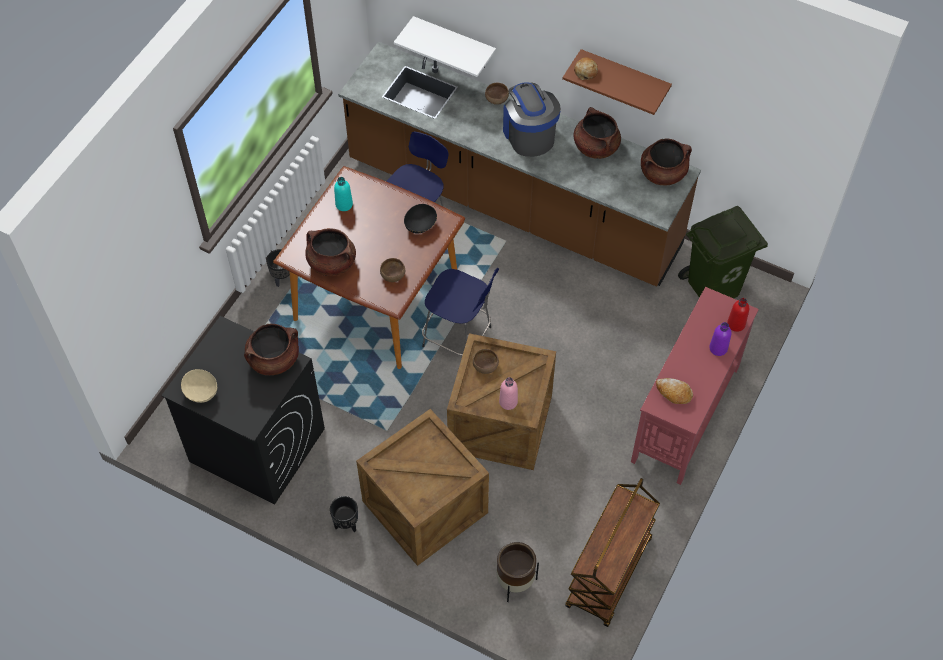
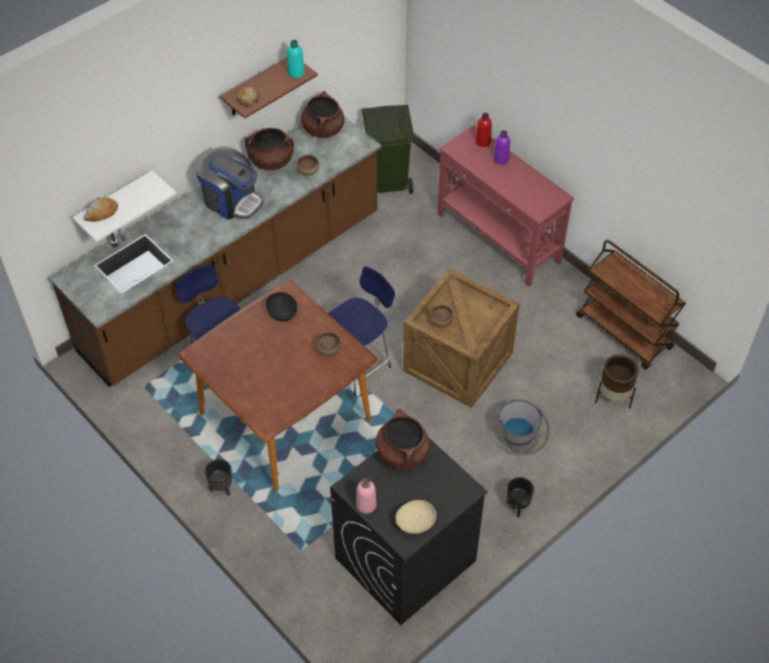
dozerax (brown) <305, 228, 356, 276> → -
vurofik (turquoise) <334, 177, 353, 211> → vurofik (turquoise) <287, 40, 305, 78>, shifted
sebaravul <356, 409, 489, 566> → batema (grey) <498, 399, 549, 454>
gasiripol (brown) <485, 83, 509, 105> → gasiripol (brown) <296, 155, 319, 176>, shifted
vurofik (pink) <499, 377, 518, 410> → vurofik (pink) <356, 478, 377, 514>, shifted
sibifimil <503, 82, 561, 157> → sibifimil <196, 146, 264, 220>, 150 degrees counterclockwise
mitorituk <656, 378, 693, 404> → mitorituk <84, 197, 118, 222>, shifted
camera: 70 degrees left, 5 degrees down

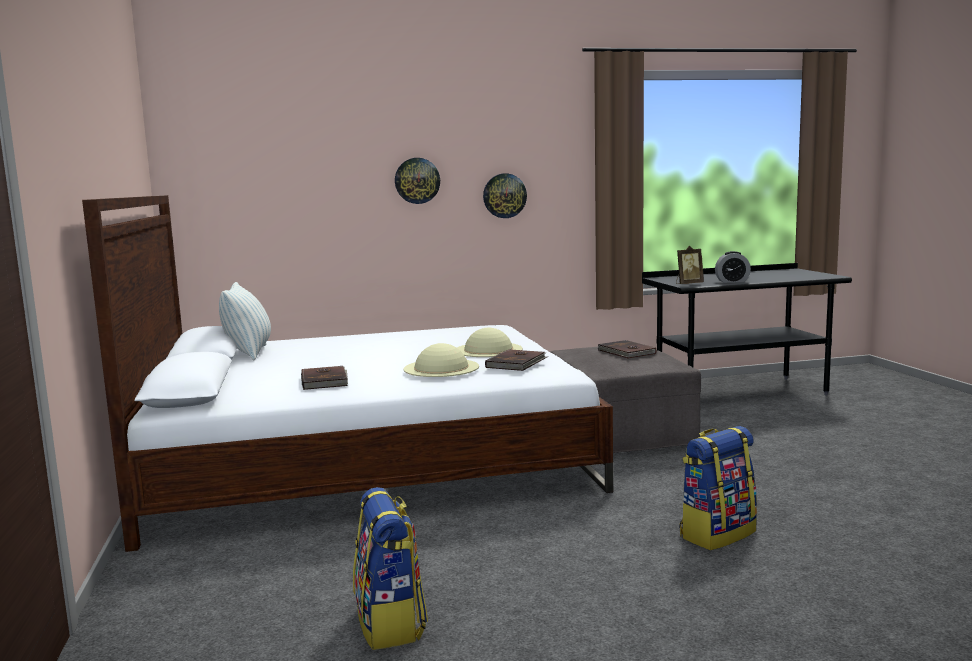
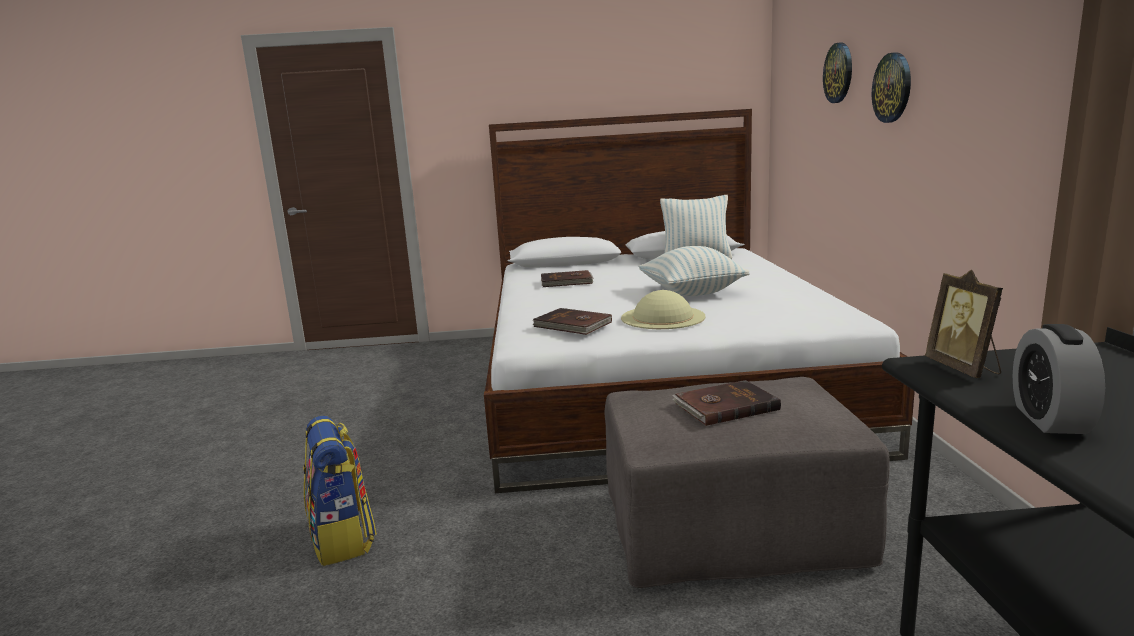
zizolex <353, 487, 428, 650> → -
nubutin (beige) <404, 343, 479, 377> → -
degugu <483, 173, 527, 218> → degugu <823, 42, 852, 103>, shifted
- → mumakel <639, 246, 750, 296>
camera: 100 degrees right, 5 degrees up

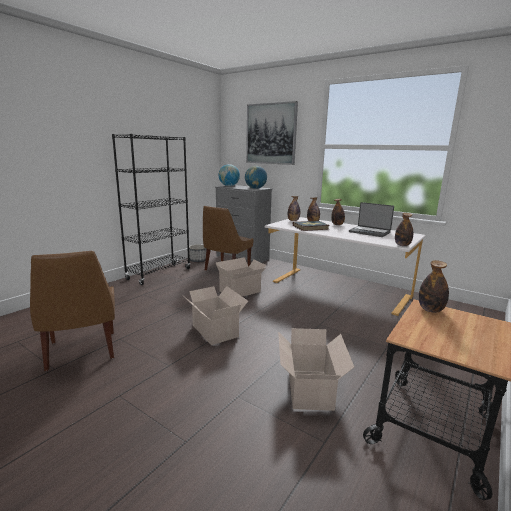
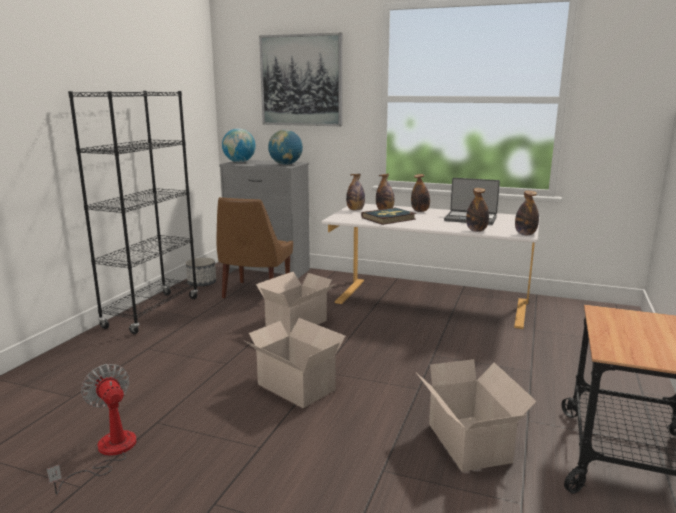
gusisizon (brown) <30, 251, 115, 371> → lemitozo <47, 364, 137, 494>
vurofik <419, 260, 449, 313> → vurofik <466, 188, 489, 232>, shifted
camera: 15 degrees left, 0 degrees up

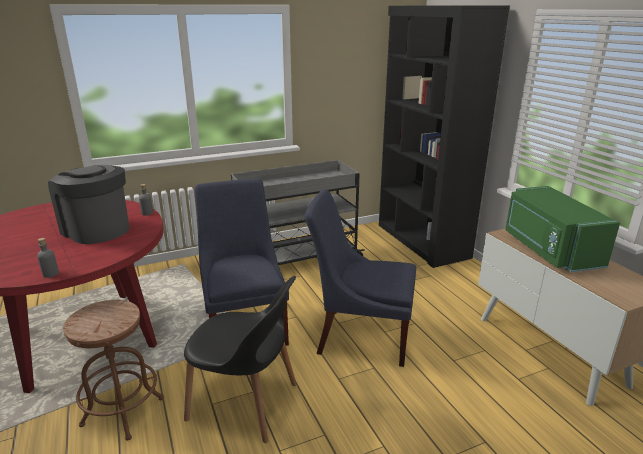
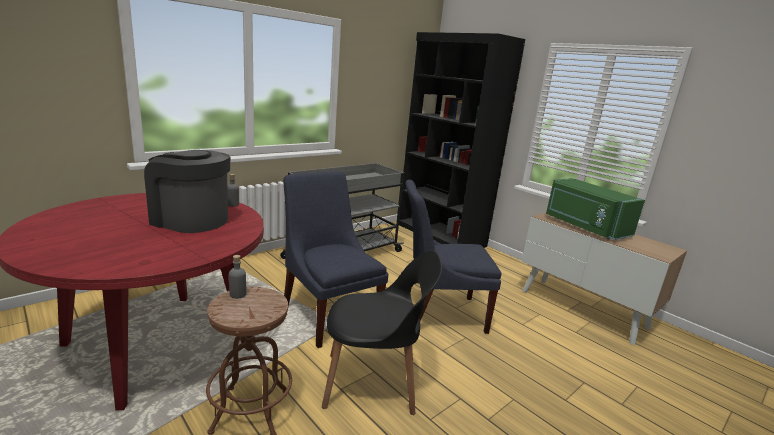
vurofik (grey) <37, 238, 59, 278> → vurofik (grey) <229, 255, 246, 299>, shifted
camera: 20 degrees left, 5 degrees down

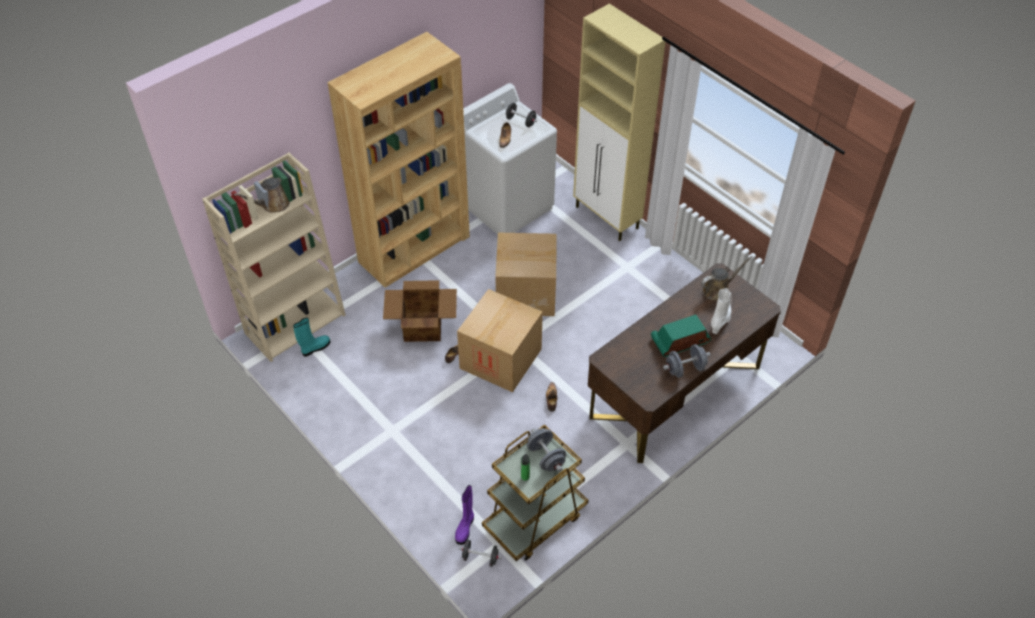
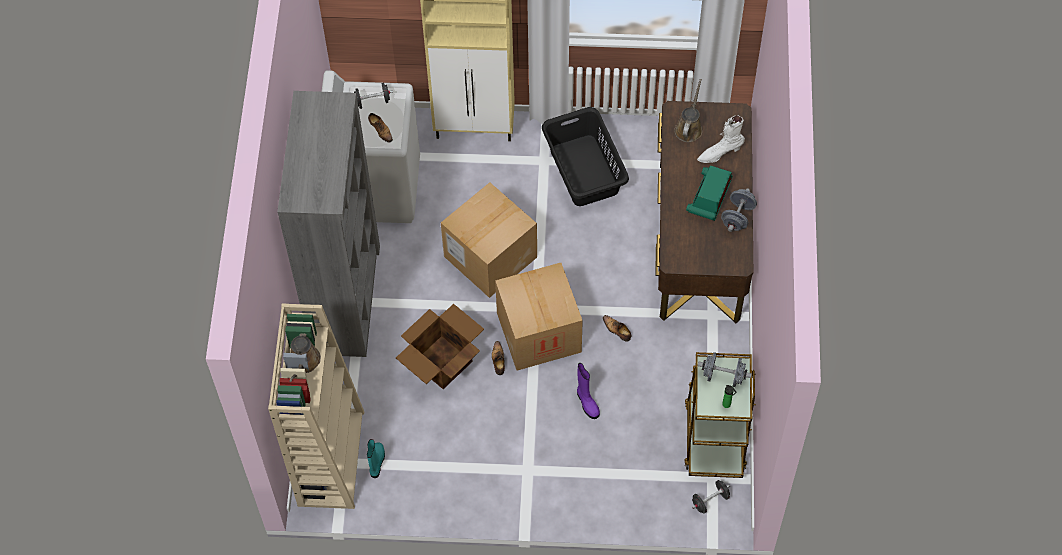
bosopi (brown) <327, 32, 470, 288> → bosopi (grey) <277, 91, 380, 357>
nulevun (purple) <455, 485, 474, 545> → nulevun (purple) <577, 363, 600, 419>, shifted
nulevun (white) <711, 288, 732, 334> → nulevun (white) <697, 115, 745, 163>, 90 degrees counterclockwise
- → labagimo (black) <542, 107, 629, 206>
camera: 45 degrees left, 10 degrees up

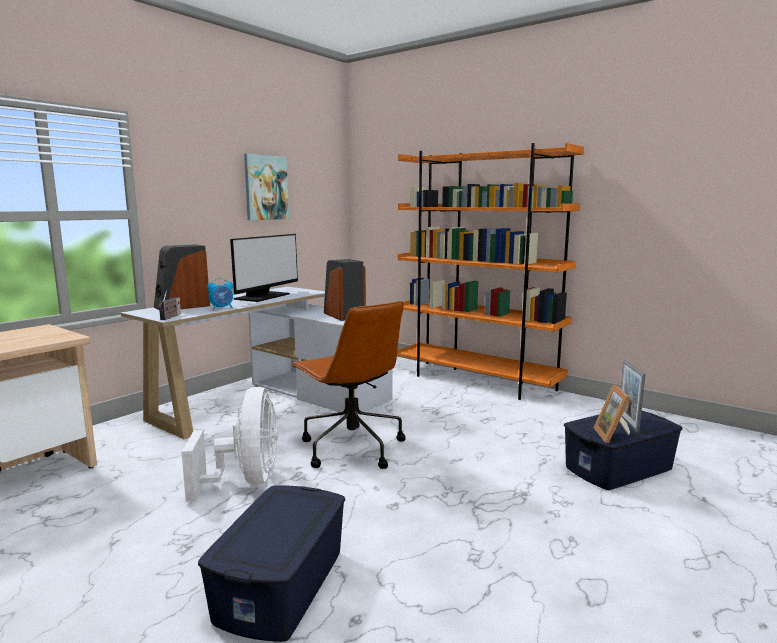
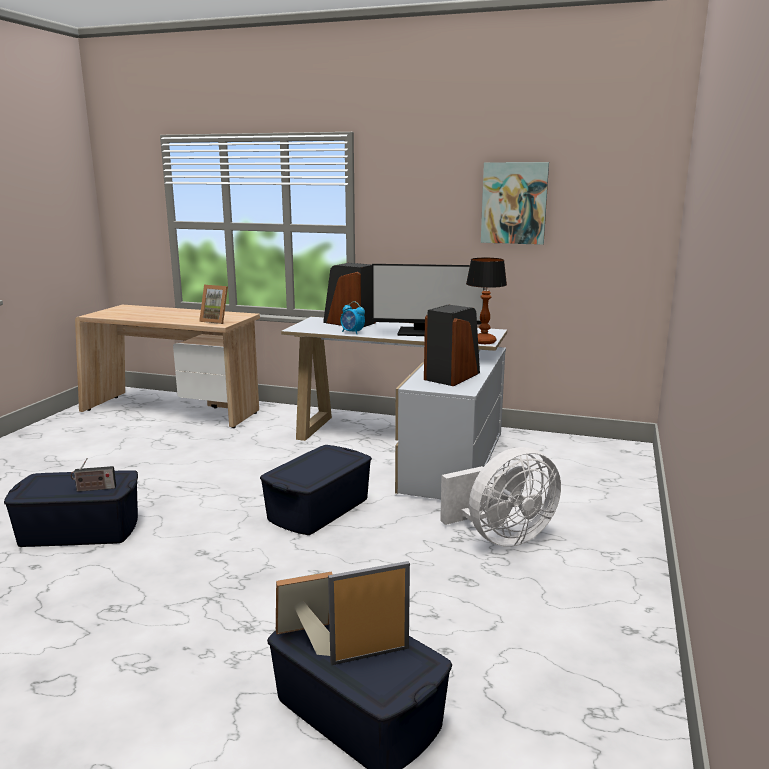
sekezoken <159, 290, 181, 320> → sekezoken <70, 458, 116, 492>, shifted
lemitozo (white) <181, 387, 278, 501> → lemitozo (white) <440, 447, 561, 547>, shifted
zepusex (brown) <291, 301, 406, 469> → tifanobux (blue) <260, 445, 372, 535>
bosopi (orange) <397, 143, 584, 400> → -
- → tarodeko <199, 285, 228, 324>
- → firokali <466, 258, 507, 344>
camera: 70 degrees right, 5 degrees up

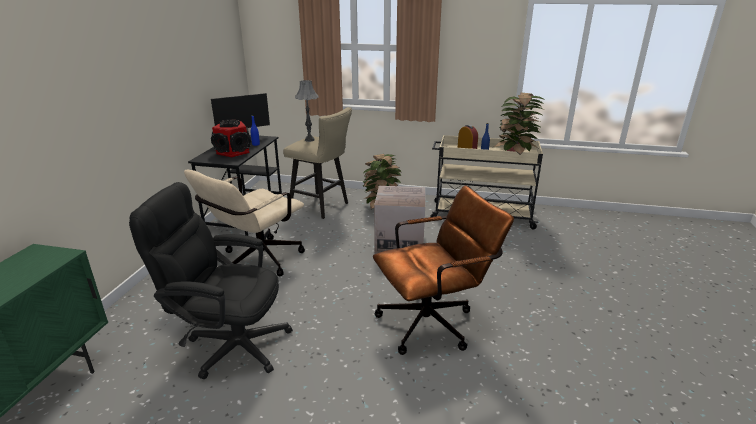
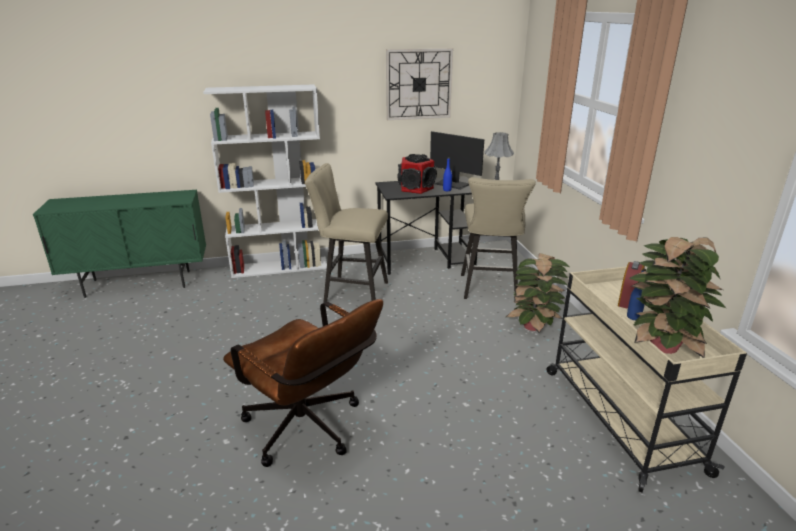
zepusex (black) <129, 182, 293, 379> → -
zepusex (beige) <184, 170, 305, 276> → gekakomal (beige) <305, 163, 388, 303>
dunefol <374, 186, 425, 254> → -
- → bosopi (white) <203, 84, 327, 278>
- → degugu <386, 48, 453, 120>
camera: 65 degrees right, 0 degrees up

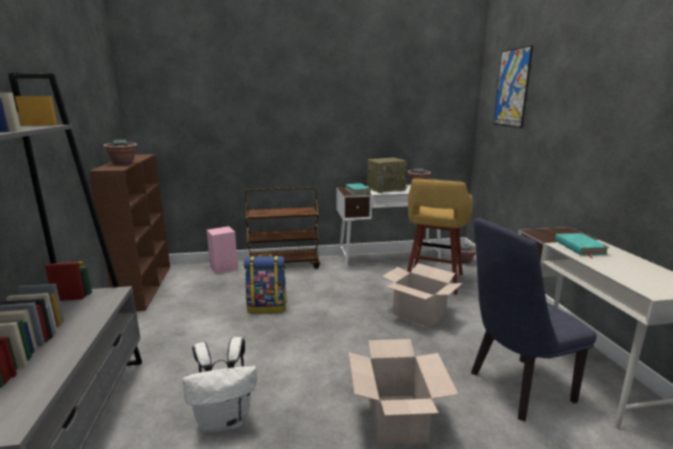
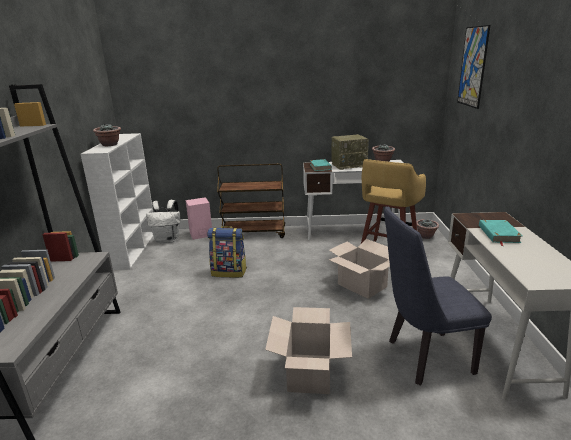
bosopi (brown) <89, 154, 170, 311> → bosopi (white) <81, 133, 153, 270>
zizolex (white) <183, 337, 257, 433> → zizolex (white) <146, 200, 180, 243>, shifted
camera: 10 degrees right, 5 degrees up

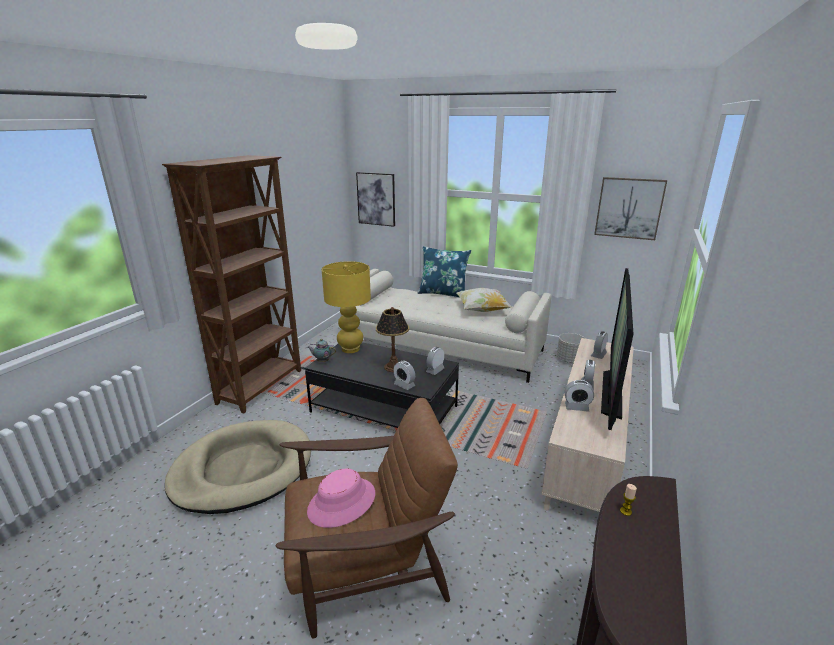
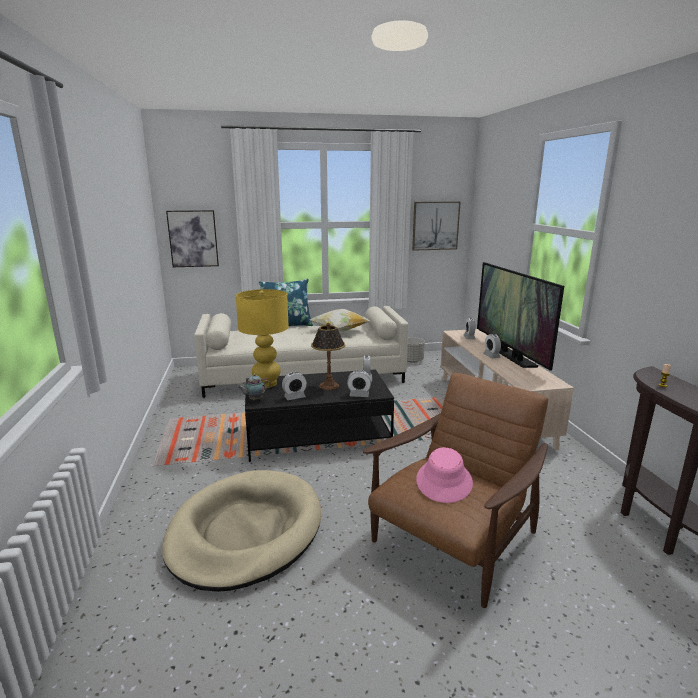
bosopi (brown) <162, 155, 301, 414> → -
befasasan <565, 380, 594, 412> → befasasan <282, 372, 307, 400>, shifted
camera: 35 degrees left, 5 degrees down

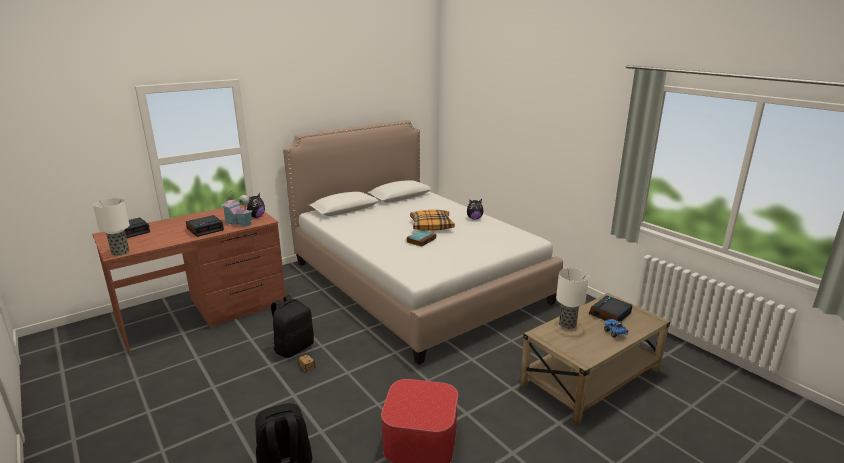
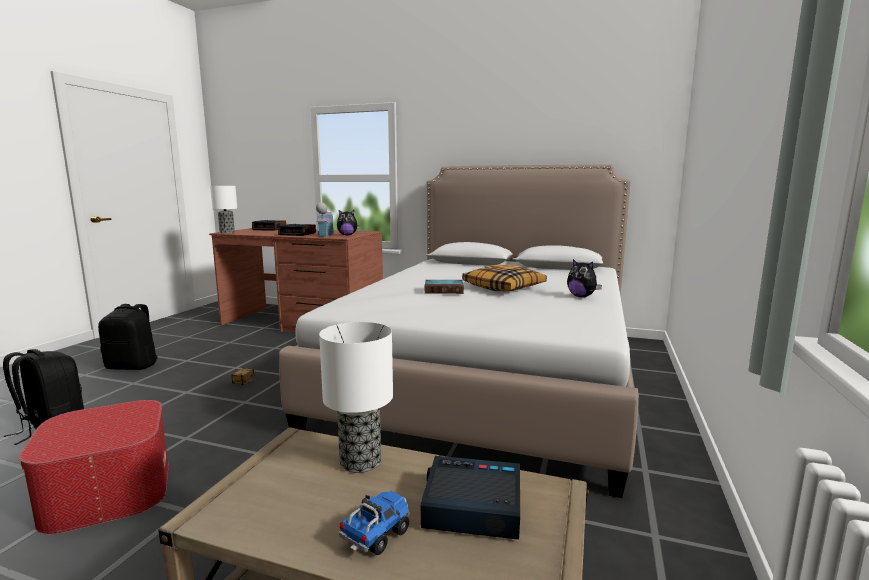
zizolex (black) <271, 295, 314, 358> → zizolex (black) <98, 304, 157, 370>, shifted
camera: 55 degrees right, 10 degrees down

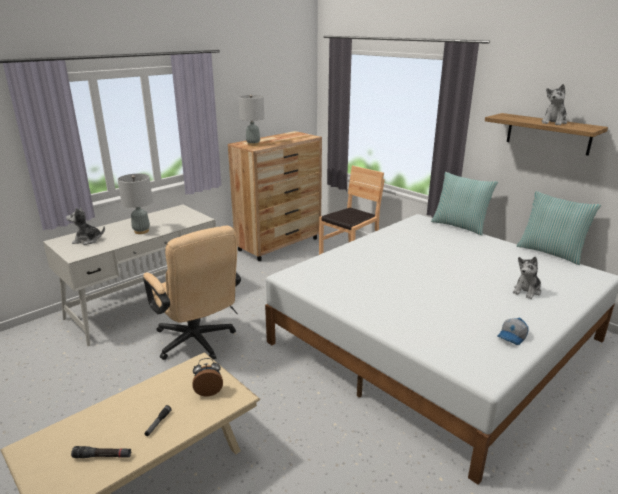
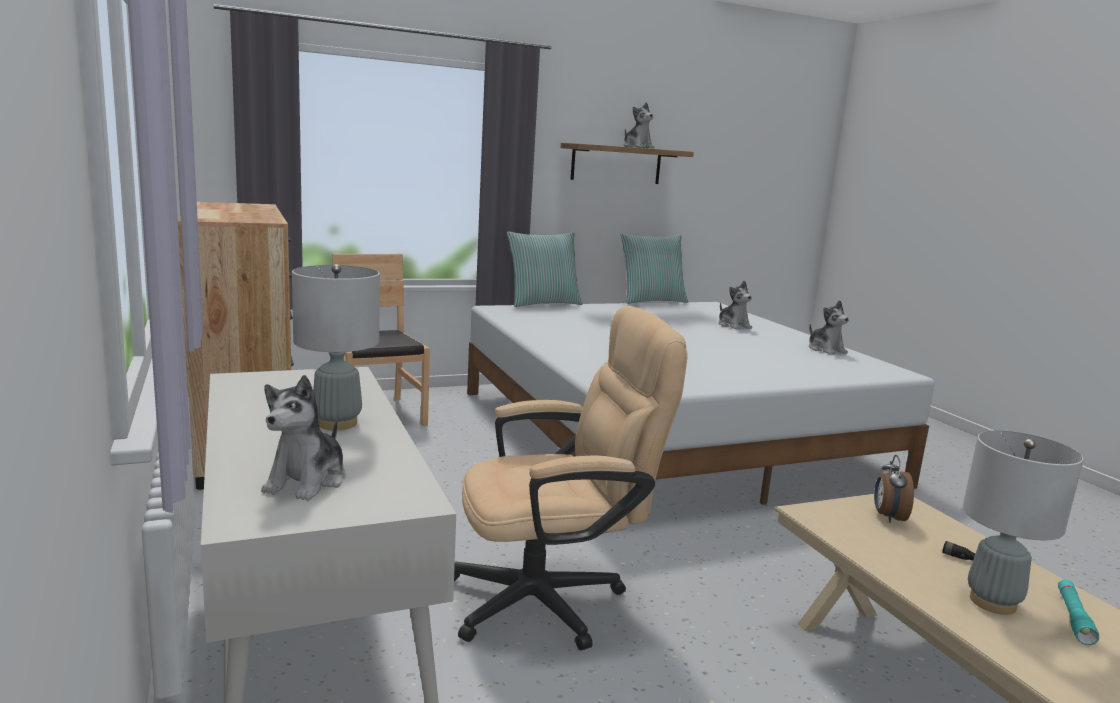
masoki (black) <71, 446, 132, 458> → masoki (turquoise) <1058, 579, 1099, 645>
firokali (grey) <238, 95, 264, 146> → firokali (grey) <963, 430, 1084, 615>, shifted
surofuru <497, 318, 529, 345> → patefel <809, 300, 849, 355>
camera: 70 degrees left, 10 degrees down

